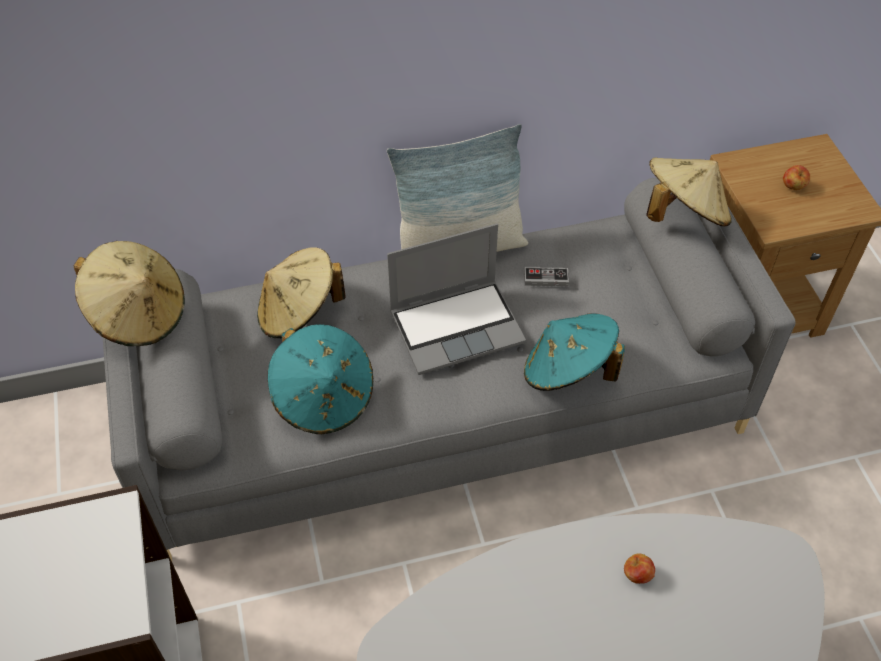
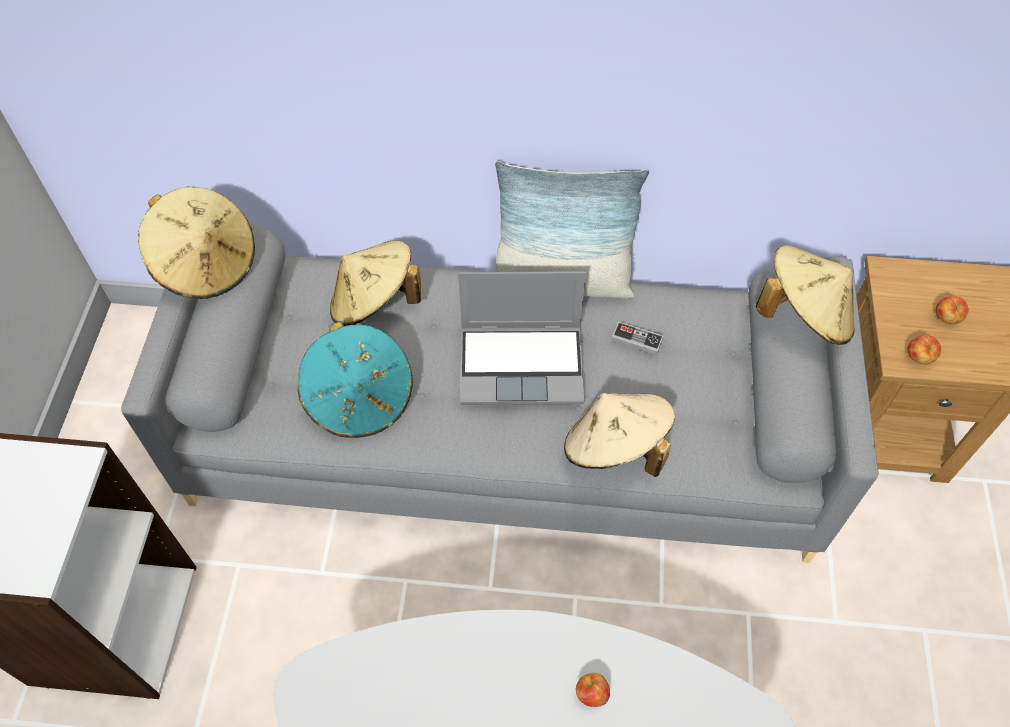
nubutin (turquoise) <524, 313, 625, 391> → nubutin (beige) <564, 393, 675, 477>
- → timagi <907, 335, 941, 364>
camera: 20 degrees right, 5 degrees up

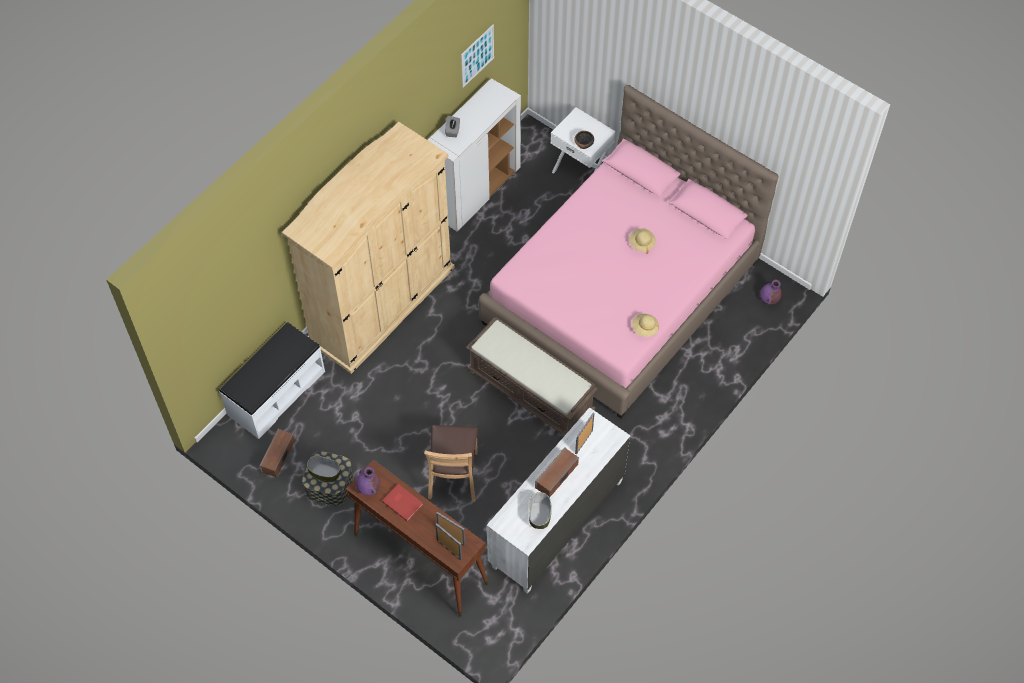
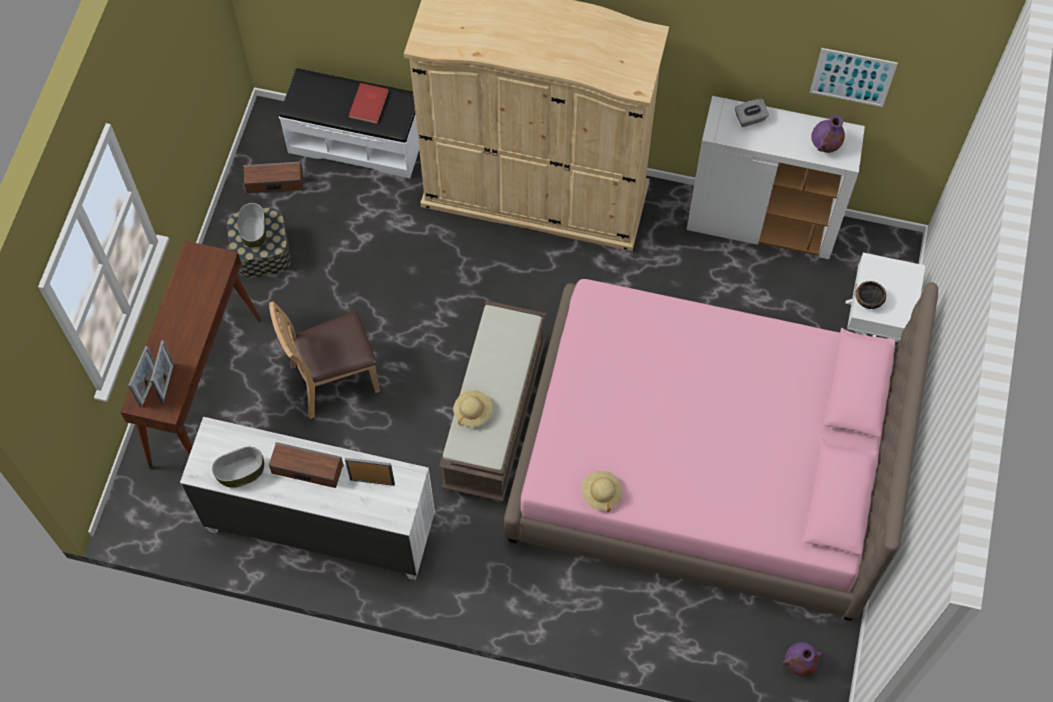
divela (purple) <356, 467, 380, 495> → divela (purple) <811, 115, 845, 153>, shifted
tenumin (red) <382, 484, 423, 521> → tenumin (red) <348, 83, 389, 124>, shifted
nubutin (beige) <629, 228, 656, 254> → nubutin (beige) <453, 390, 493, 427>, shifted
camera: 65 degrees right, 5 degrees up

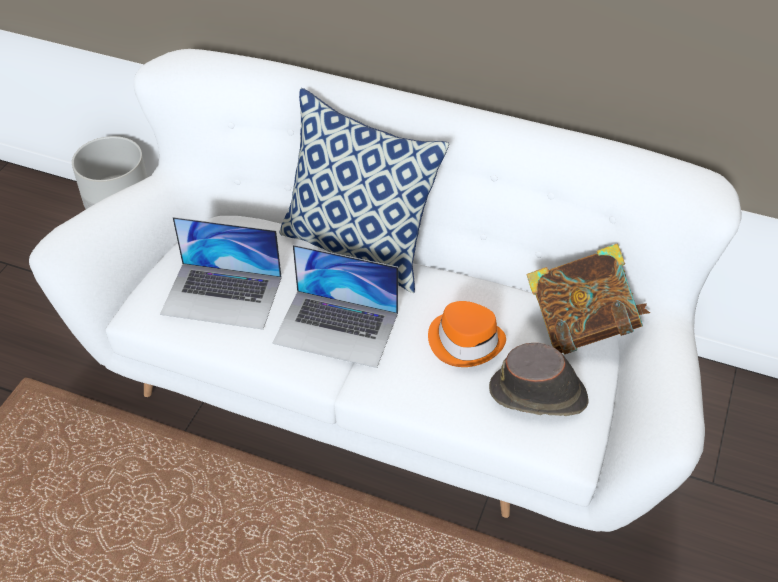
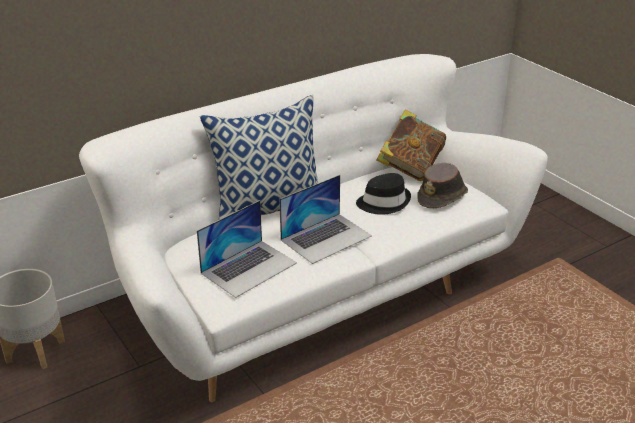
nubutin (orange) <428, 301, 506, 367> → nubutin (black) <356, 173, 411, 215>
camera: 55 degrees left, 15 degrees down

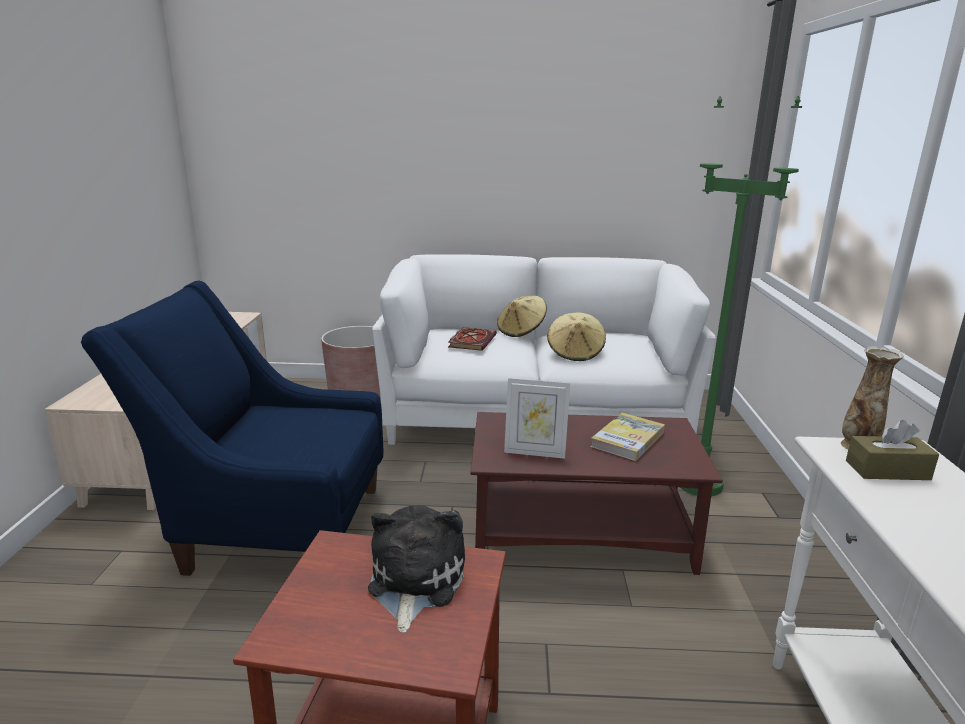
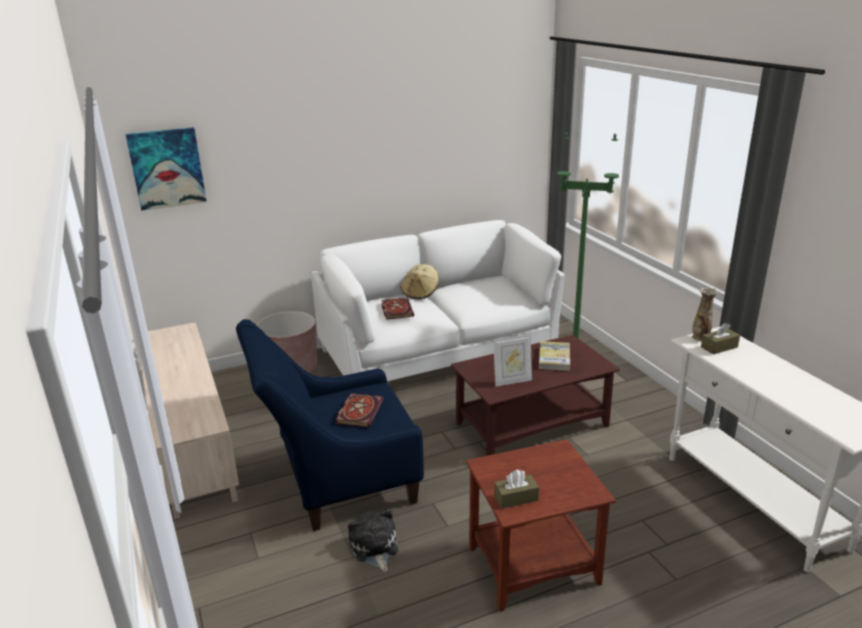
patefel <368, 505, 465, 633> → patefel <348, 509, 398, 572>, shifted
nubutin (beige) <547, 312, 606, 361> → -
- → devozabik <125, 127, 207, 211>
- → tenumin <335, 393, 384, 427>
- → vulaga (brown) <494, 470, 539, 509>
camera: 25 degrees left, 5 degrees up

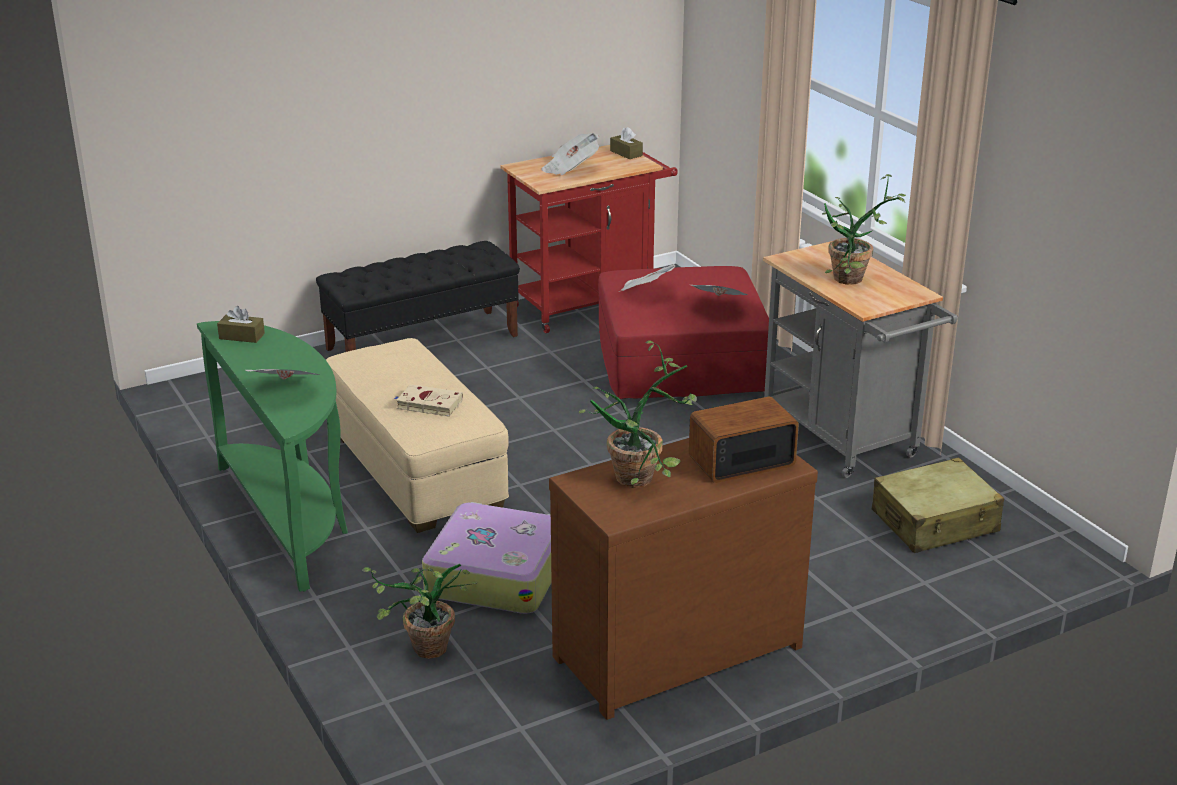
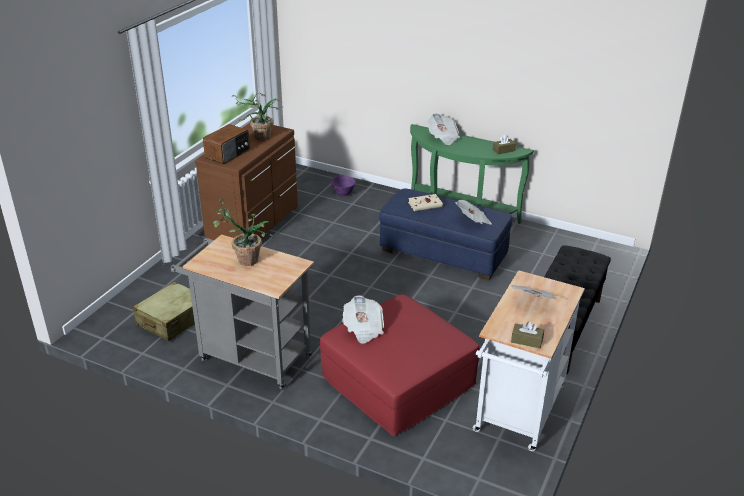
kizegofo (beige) <326, 338, 509, 533> → kizegofo (blue) <380, 189, 512, 280>
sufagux <362, 564, 477, 659> → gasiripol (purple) <332, 176, 356, 196>
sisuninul <422, 502, 552, 614> → -
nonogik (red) <501, 145, 678, 333> → nonogik (white) <473, 270, 585, 451>
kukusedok <619, 264, 675, 292> → kukusedok <455, 200, 492, 225>, shifted
camera: 145 degrees right, 5 degrees up

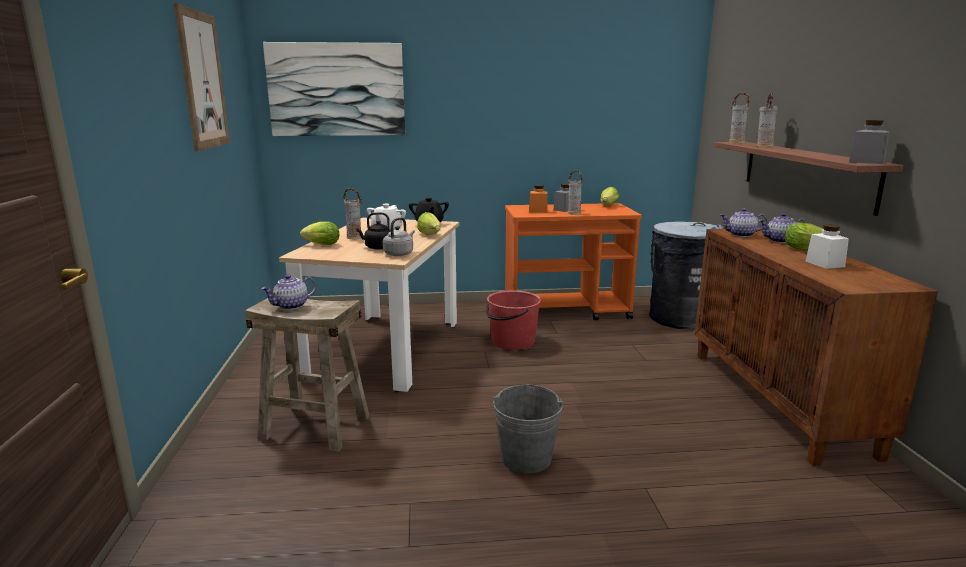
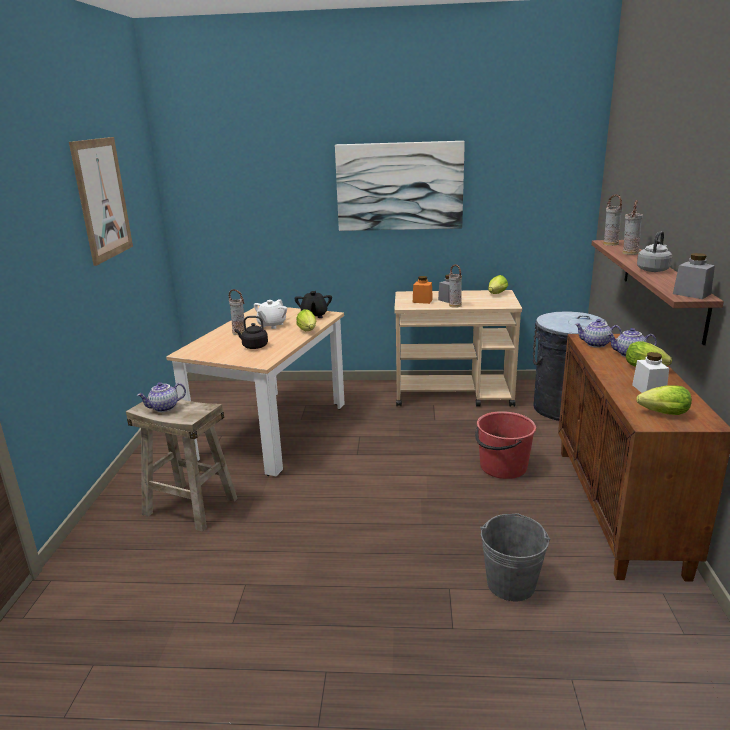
devozabik <263, 42, 405, 136> → devozabik <335, 141, 465, 231>, shifted
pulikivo <300, 221, 339, 245> → pulikivo <636, 385, 692, 415>, shifted
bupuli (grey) <383, 217, 415, 256> → bupuli (grey) <637, 231, 672, 272>, shifted
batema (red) <486, 290, 541, 350> → batema (red) <475, 411, 536, 479>, shifted
batema (grey) <492, 384, 564, 474> → batema (grey) <480, 513, 550, 601>, shifted
nonogik (orange) <505, 203, 642, 320> → nonogik (beige) <394, 290, 522, 407>
camera: 10 degrees right, 5 degrees up

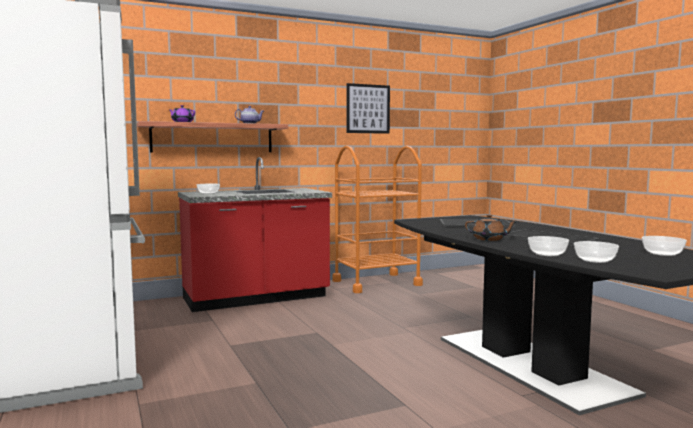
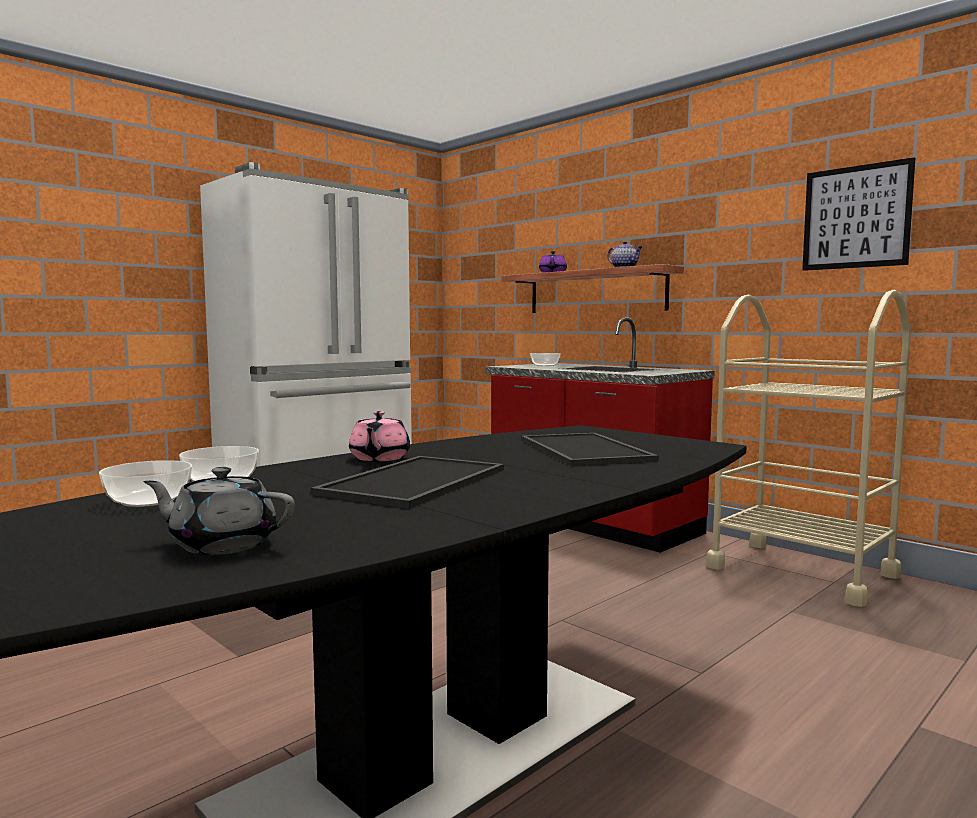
nonogik (orange) <332, 146, 423, 293> → nonogik (beige) <706, 290, 911, 607>
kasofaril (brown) <465, 215, 518, 241> → kasofaril (pink) <349, 411, 410, 462>
gasiripol <642, 236, 687, 256> → kasofaril (grey) <143, 467, 295, 555>
camera: 70 degrees right, 0 degrees up

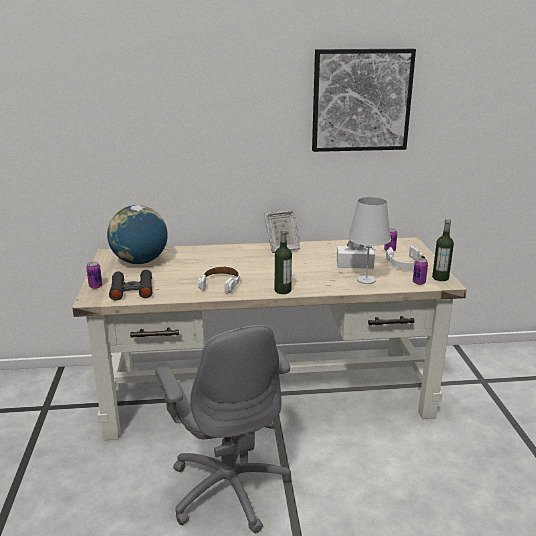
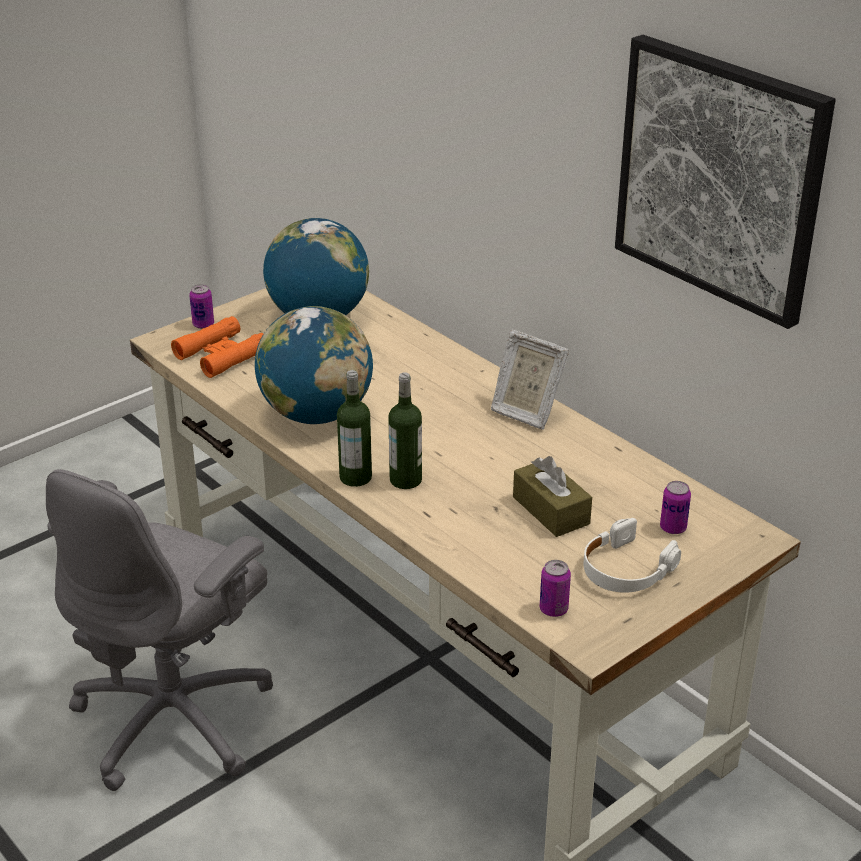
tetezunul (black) <109, 270, 152, 301> → tetezunul (orange) <171, 316, 264, 378>
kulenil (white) <198, 266, 240, 294> → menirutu <255, 306, 373, 424>
vulaga (white) <337, 241, 375, 269> → vulaga (brown) <513, 456, 592, 537>
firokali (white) <348, 197, 391, 284> → -
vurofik <432, 219, 454, 281> → vurofik <388, 372, 422, 489>, shifted
camera: 55 degrees right, 10 degrees up

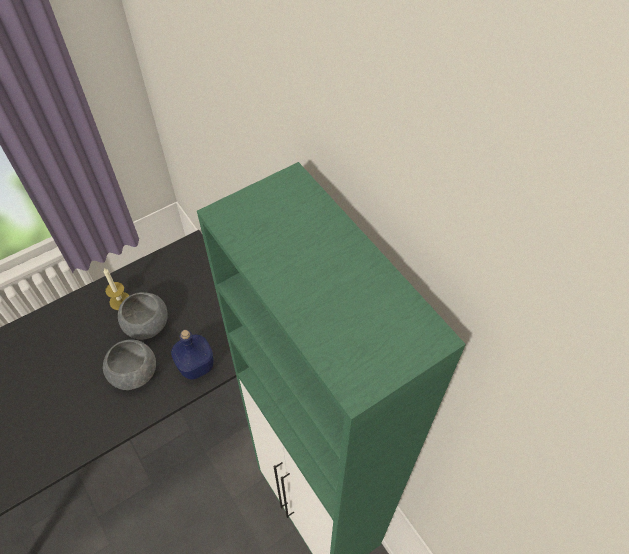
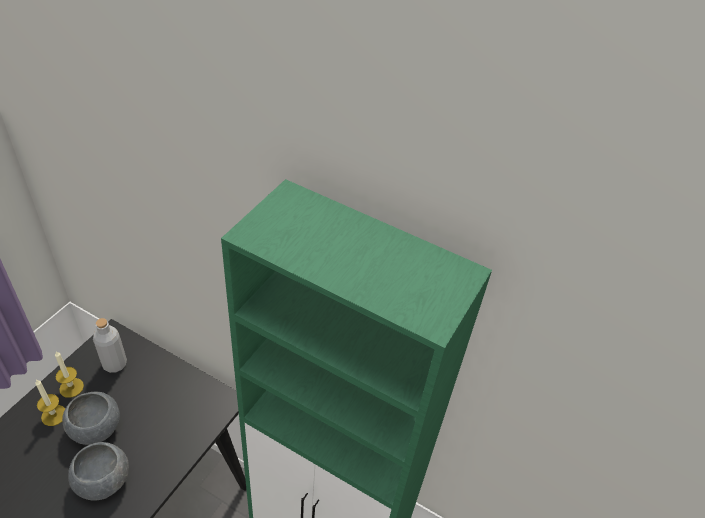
vurofik (blue) <171, 330, 214, 380> → -
- → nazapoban <55, 351, 84, 398>
- → vurofik (grey) <93, 318, 127, 373>
camera: 30 degrees left, 10 degrees down

